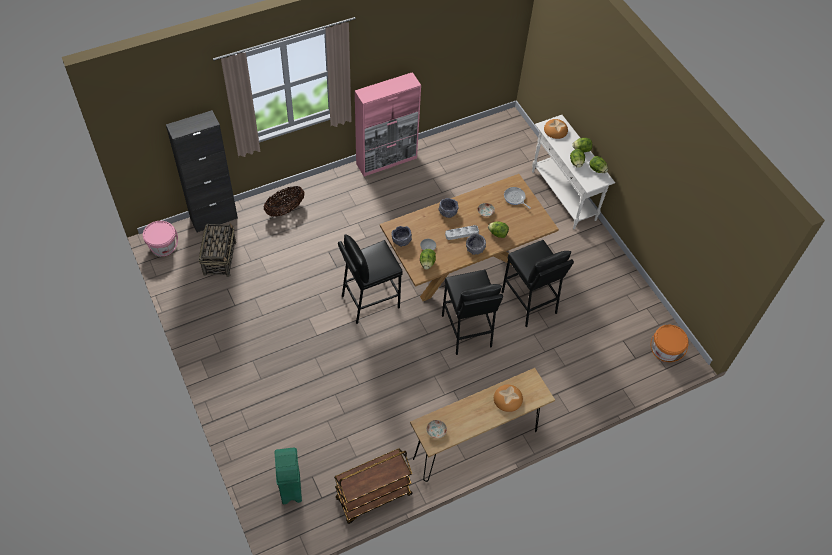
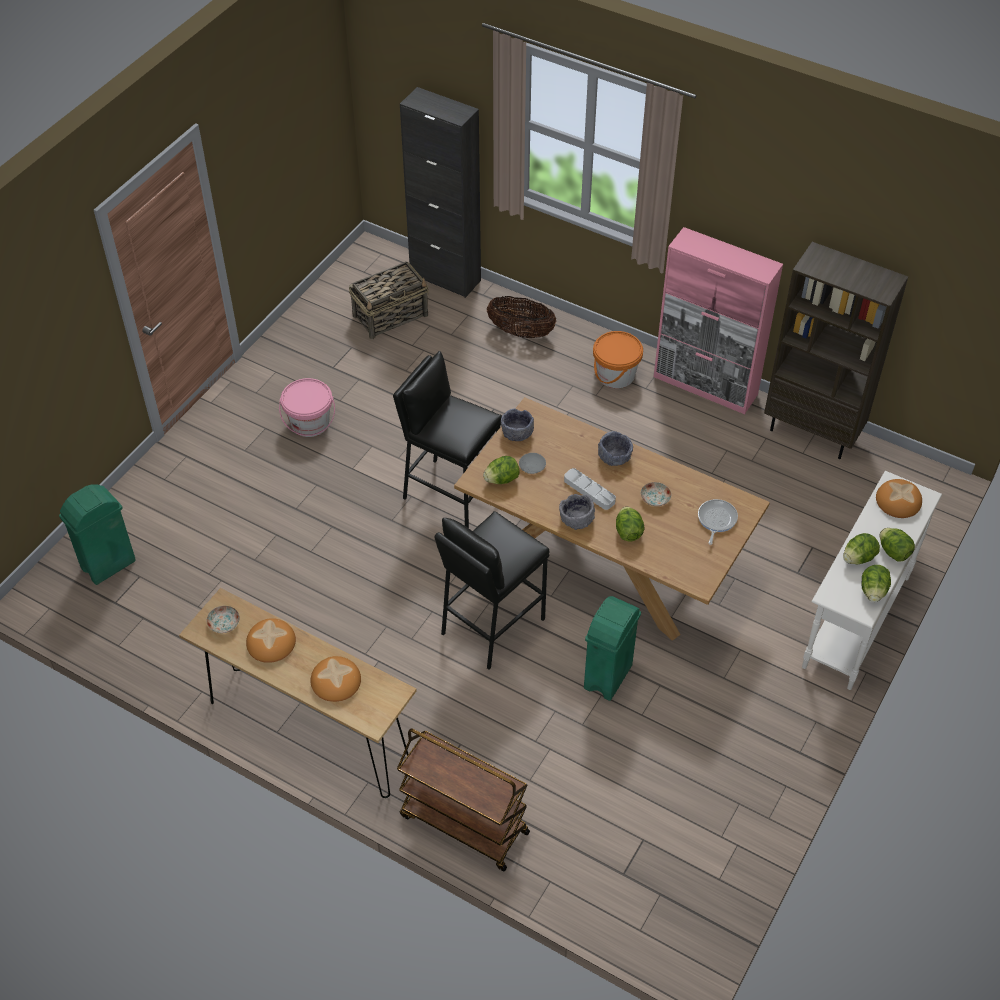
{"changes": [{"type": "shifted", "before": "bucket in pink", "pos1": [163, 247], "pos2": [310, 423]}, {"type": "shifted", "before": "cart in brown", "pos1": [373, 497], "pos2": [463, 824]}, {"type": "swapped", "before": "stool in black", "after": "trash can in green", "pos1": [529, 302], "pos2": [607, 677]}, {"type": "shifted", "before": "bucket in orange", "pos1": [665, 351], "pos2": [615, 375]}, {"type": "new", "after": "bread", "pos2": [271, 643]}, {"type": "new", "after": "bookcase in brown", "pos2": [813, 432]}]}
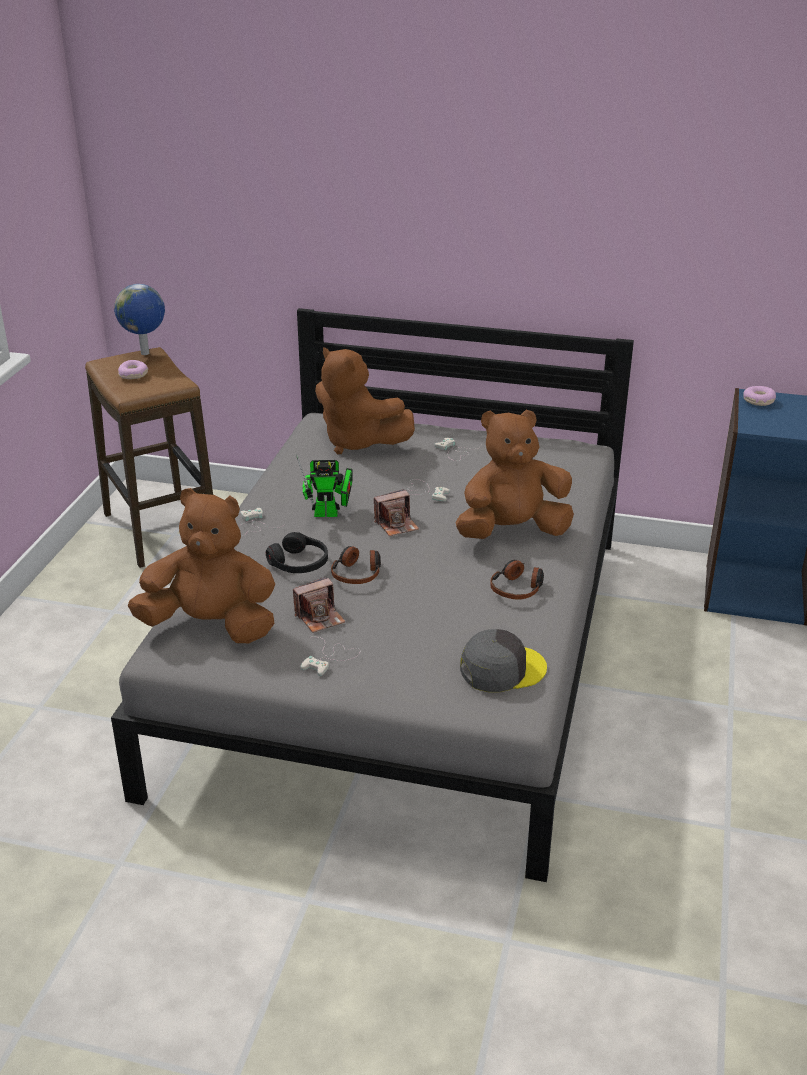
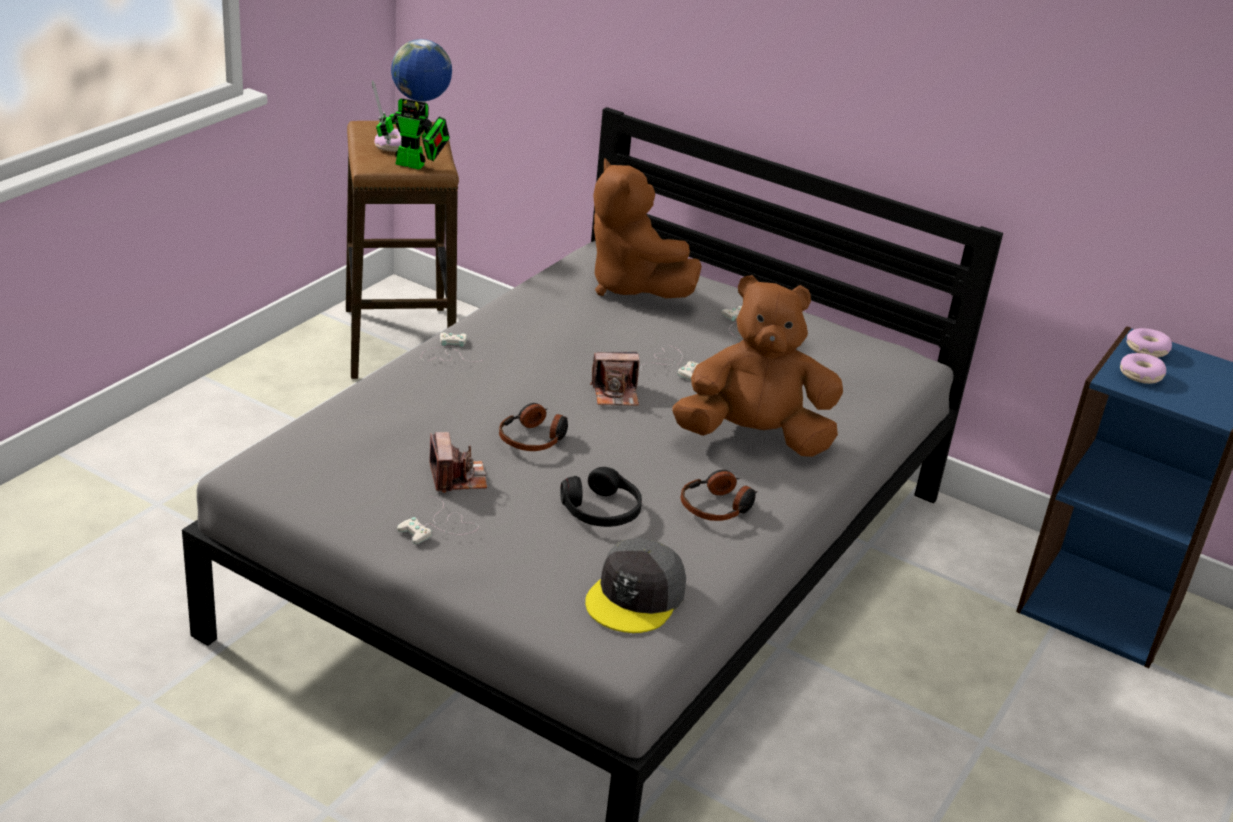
{"changes": [{"type": "gone", "before": "plush toy in brown", "pos1": [211, 626]}, {"type": "shifted", "before": "headphones in black", "pos1": [299, 563], "pos2": [601, 510]}, {"type": "rotated", "before": "photo camera", "pos1": [320, 617], "pos2": [457, 477], "turn": -90}, {"type": "shifted", "before": "toy robot", "pos1": [330, 514], "pos2": [414, 165]}, {"type": "rotated", "before": "cap in grey", "pos1": [502, 669], "pos2": [636, 597], "turn": 120}, {"type": "new", "after": "donut", "pos2": [1140, 375]}]}
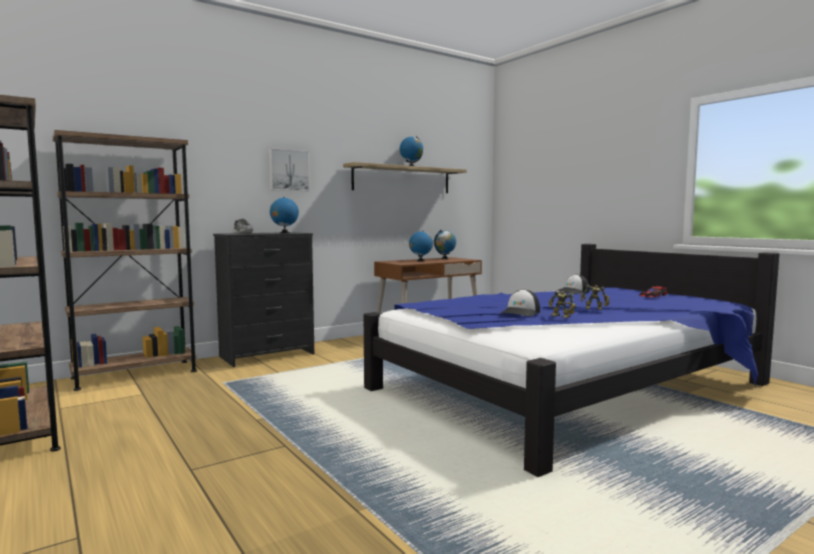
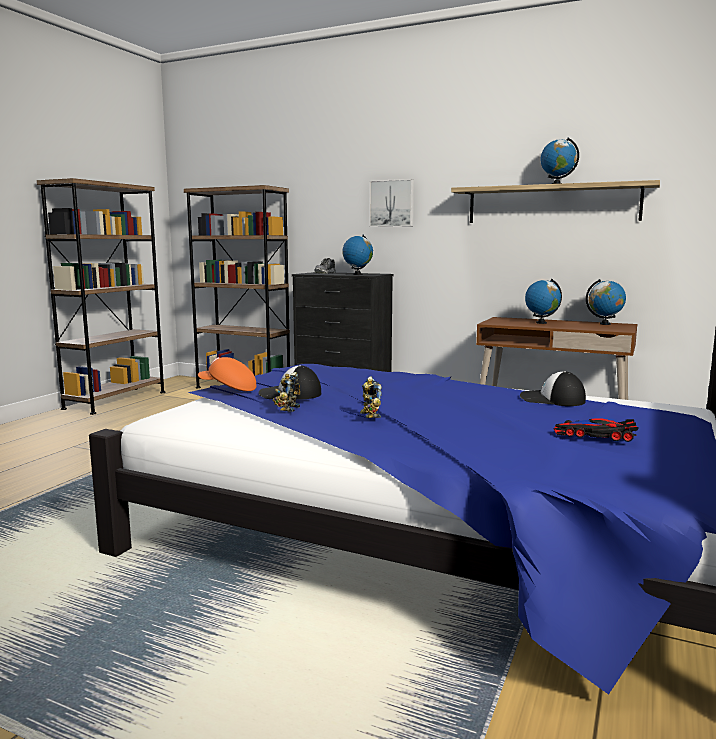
{"changes": [{"type": "new", "after": "cap in orange", "pos2": [228, 389]}]}
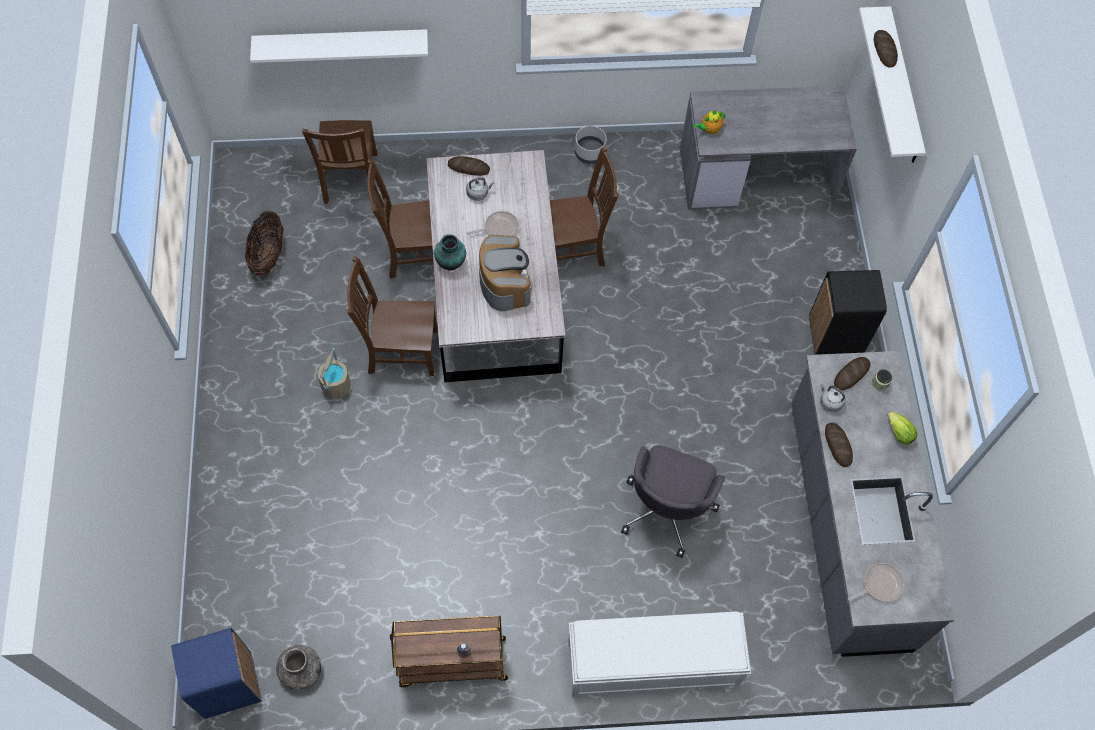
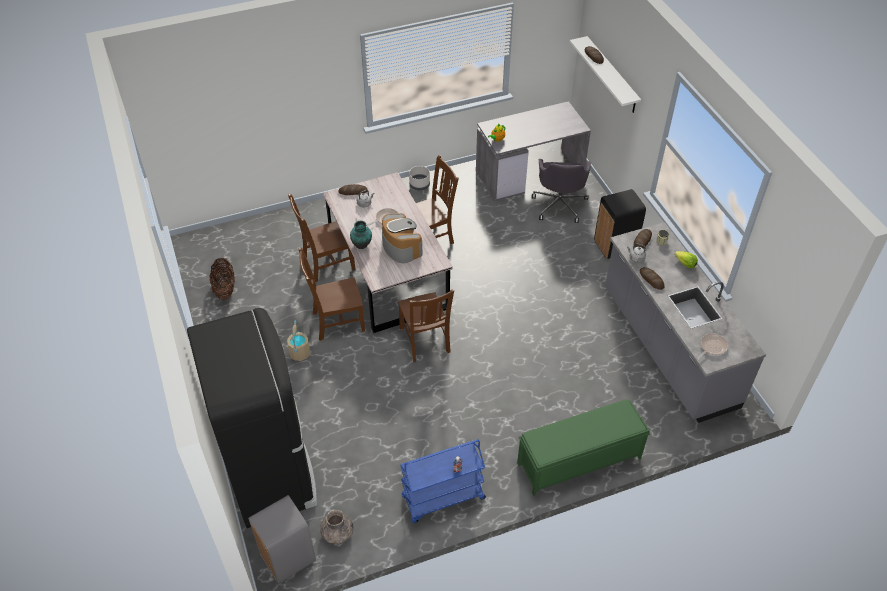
{"changes": [{"type": "repainted", "before": "trash can in blue", "after": "trash can in grey", "pos1": [228, 685], "pos2": [287, 558]}, {"type": "gone", "before": "shelf in white", "pos1": [341, 43]}, {"type": "shifted", "before": "chair in brown", "pos1": [350, 180], "pos2": [425, 341]}, {"type": "repainted", "before": "cart in brown", "after": "cart in blue", "pos1": [451, 662], "pos2": [442, 498]}, {"type": "repainted", "before": "bench in white", "after": "bench in green", "pos1": [651, 664], "pos2": [578, 461]}, {"type": "shifted", "before": "office chair in grey", "pos1": [667, 508], "pos2": [559, 204]}, {"type": "new", "after": "fridge in black", "pos2": [271, 471]}]}
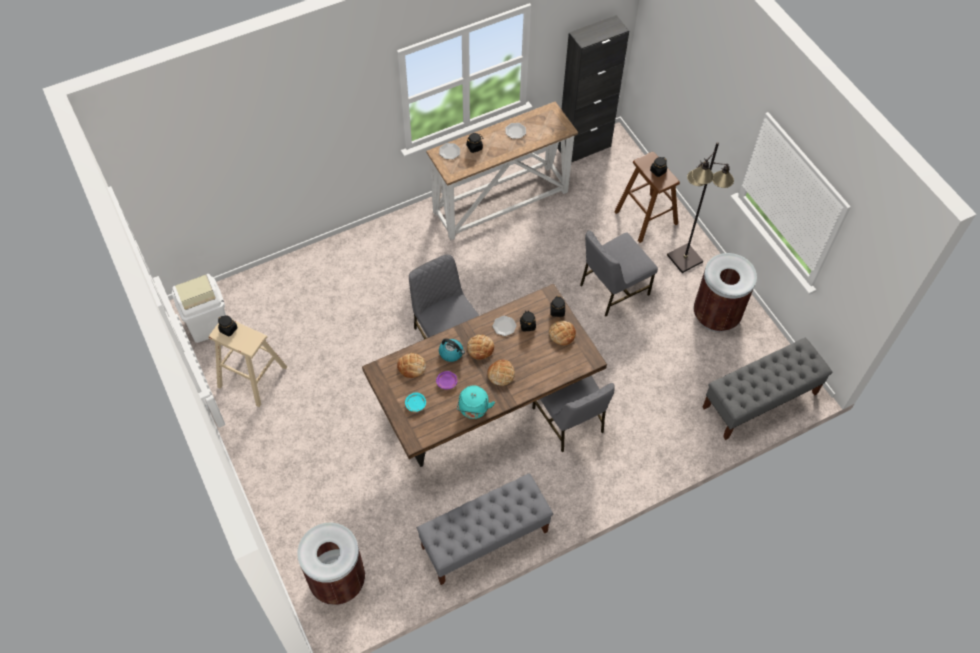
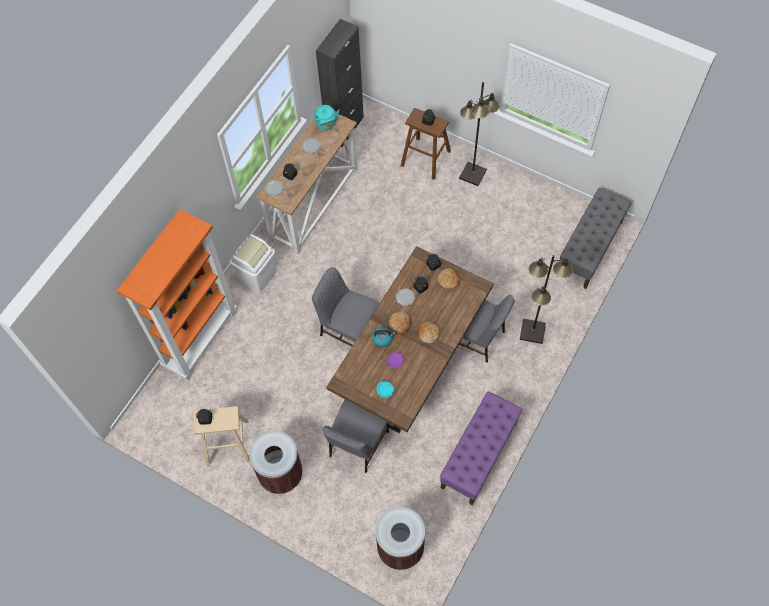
{"changes": [{"type": "shifted", "before": "trash can in white", "pos1": [208, 323], "pos2": [257, 275]}, {"type": "gone", "before": "bread", "pos1": [411, 367]}, {"type": "repainted", "before": "bench in grey", "after": "bench in purple", "pos1": [484, 539], "pos2": [478, 455]}, {"type": "shifted", "before": "kettle in turquoise", "pos1": [473, 410], "pos2": [326, 124]}, {"type": "shifted", "before": "chair in grey", "pos1": [612, 289], "pos2": [357, 444]}, {"type": "shifted", "before": "trash can in brown", "pos1": [716, 315], "pos2": [280, 474]}, {"type": "new", "after": "bookcase in orange", "pos2": [200, 338]}, {"type": "new", "after": "floor lamp in black", "pos2": [533, 332]}]}
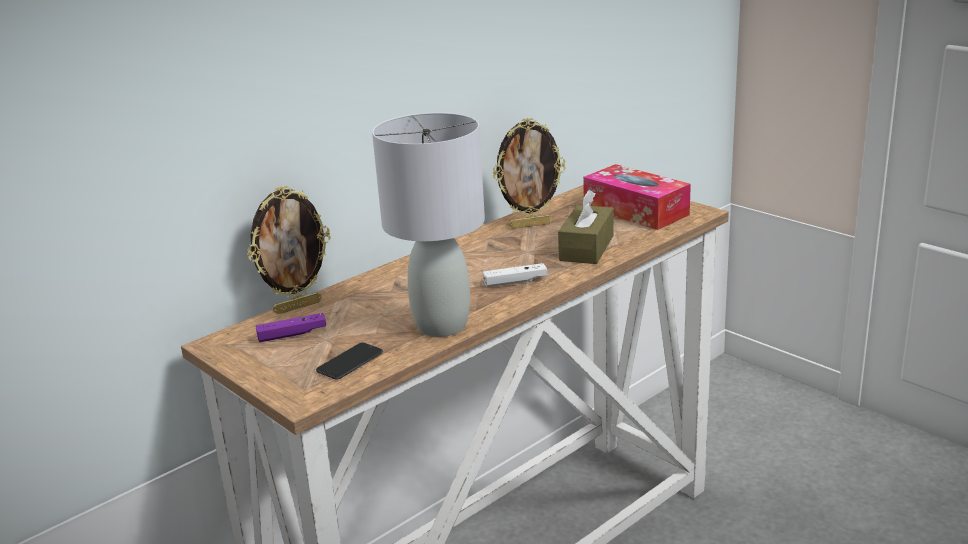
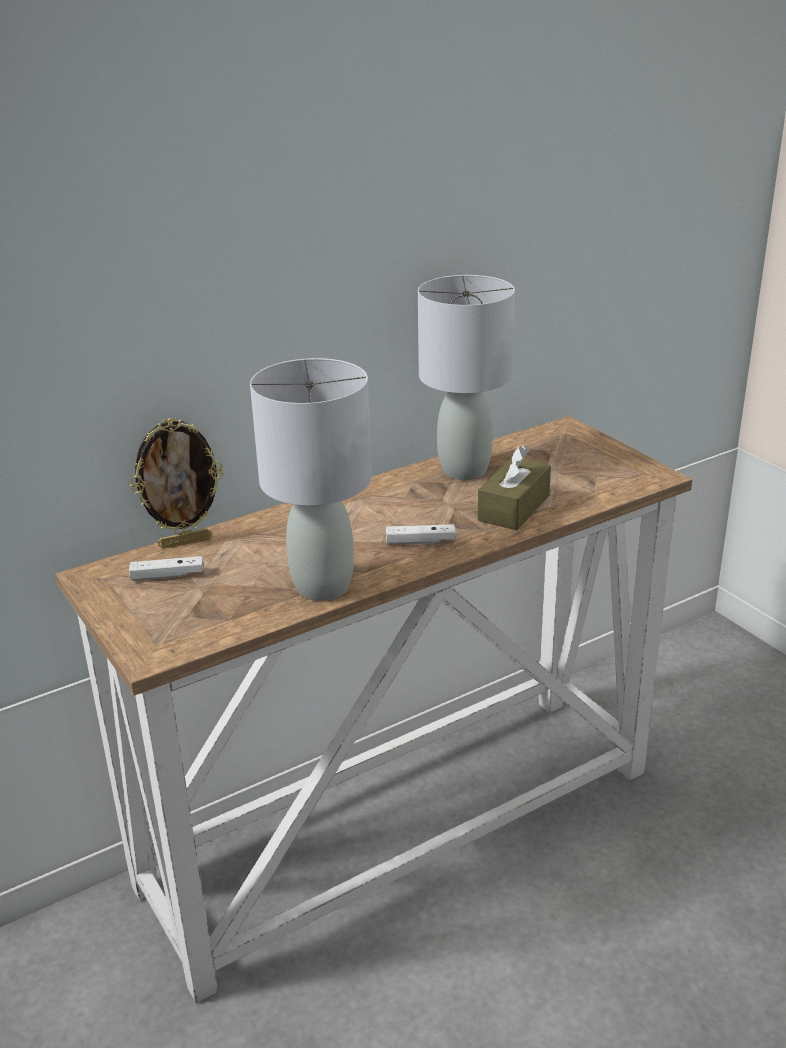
{"changes": [{"type": "repainted", "before": "game controller in purple", "after": "game controller in white", "pos1": [292, 334], "pos2": [167, 576]}, {"type": "gone", "before": "phone", "pos1": [350, 362]}, {"type": "swapped", "before": "picture frame", "after": "table lamp in grey", "pos1": [530, 225], "pos2": [465, 470]}, {"type": "gone", "before": "tissue box", "pos1": [635, 211]}]}
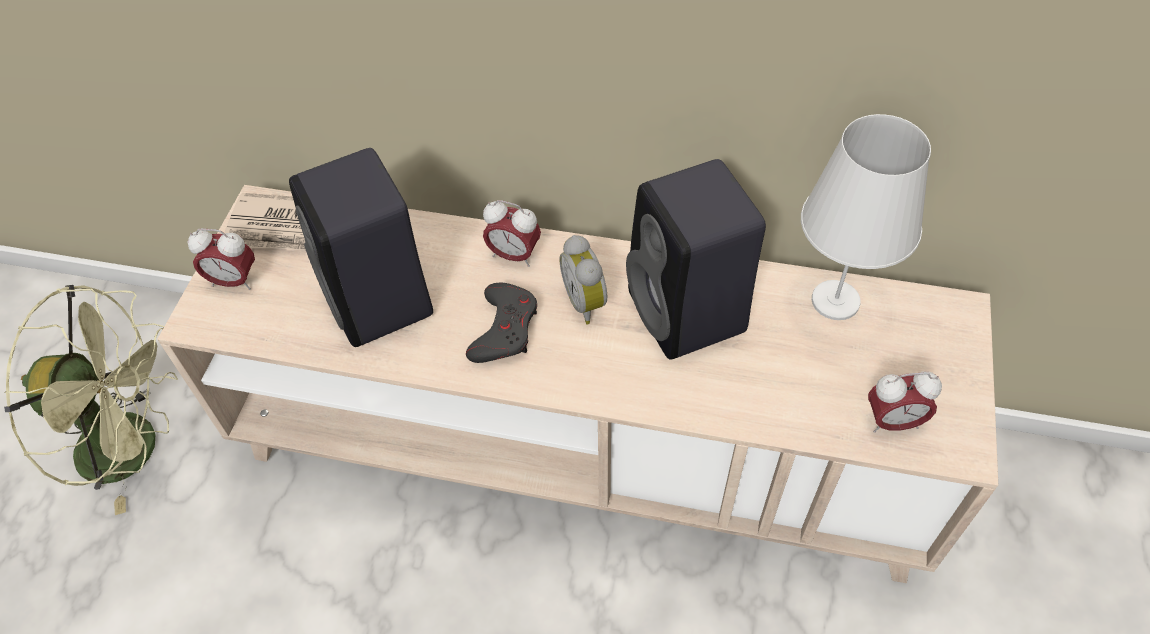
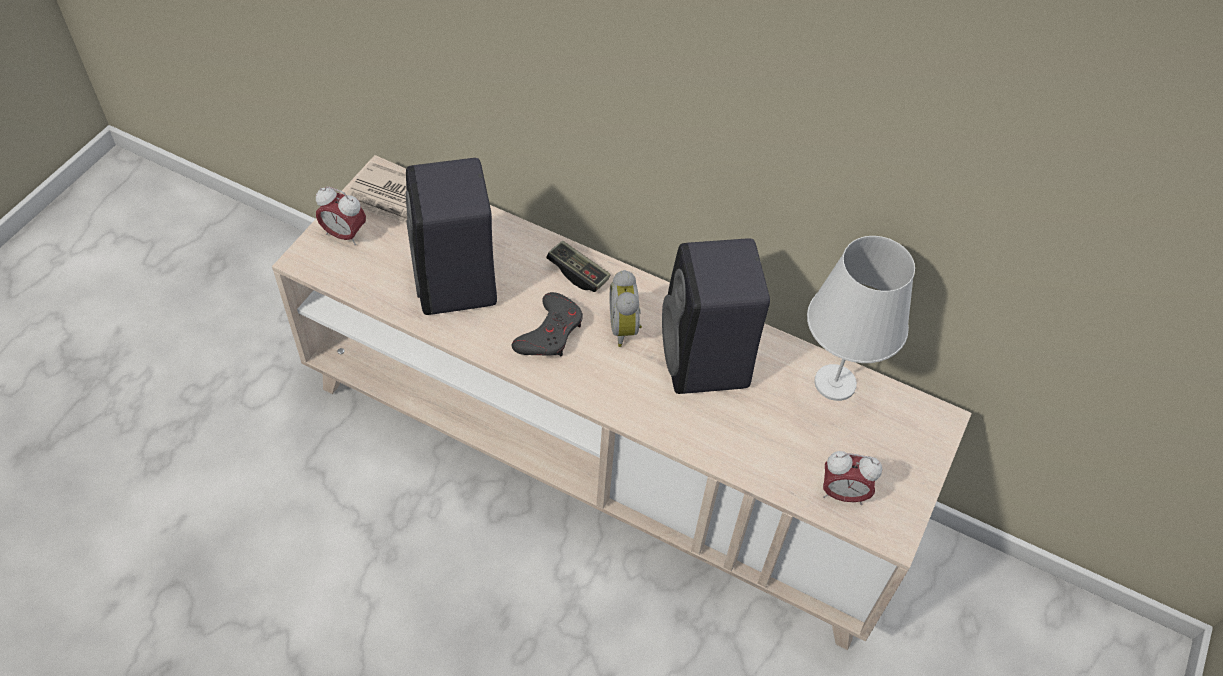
{"changes": [{"type": "gone", "before": "fan in green", "pos1": [136, 446]}, {"type": "swapped", "before": "alarm clock", "after": "game controller", "pos1": [514, 255], "pos2": [578, 273]}]}
